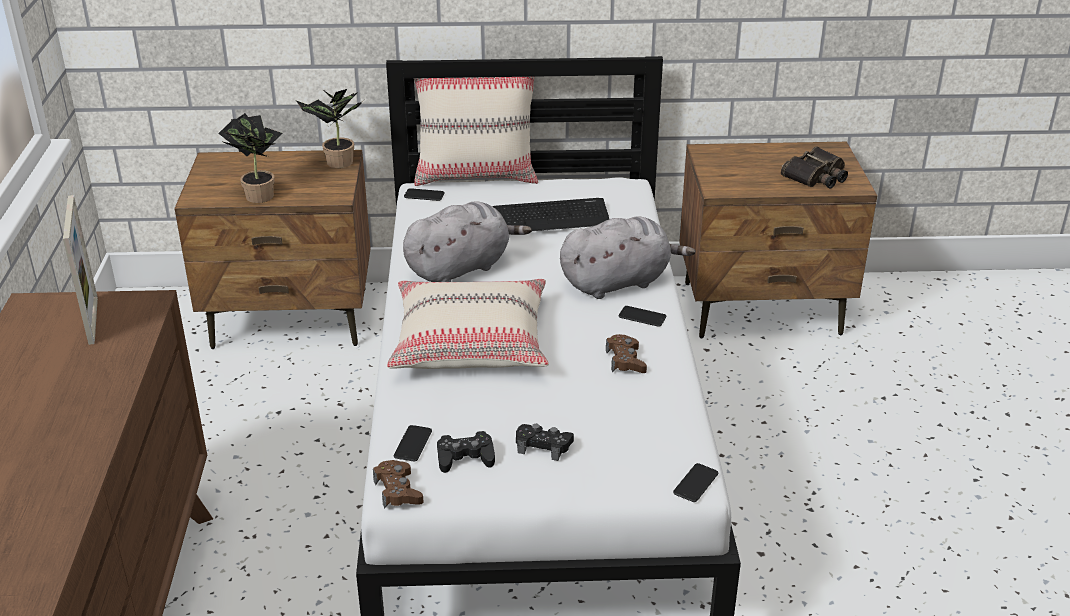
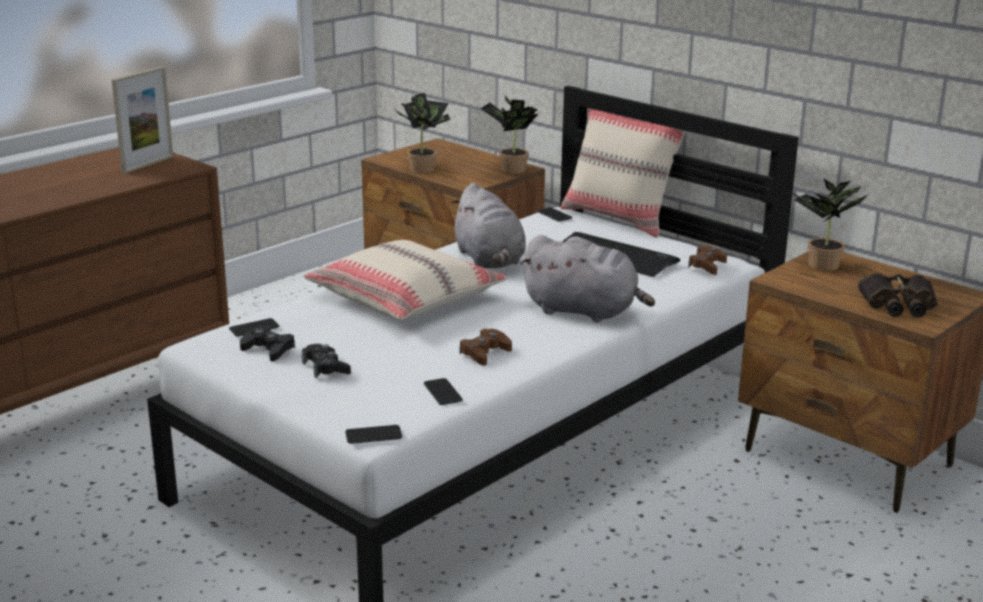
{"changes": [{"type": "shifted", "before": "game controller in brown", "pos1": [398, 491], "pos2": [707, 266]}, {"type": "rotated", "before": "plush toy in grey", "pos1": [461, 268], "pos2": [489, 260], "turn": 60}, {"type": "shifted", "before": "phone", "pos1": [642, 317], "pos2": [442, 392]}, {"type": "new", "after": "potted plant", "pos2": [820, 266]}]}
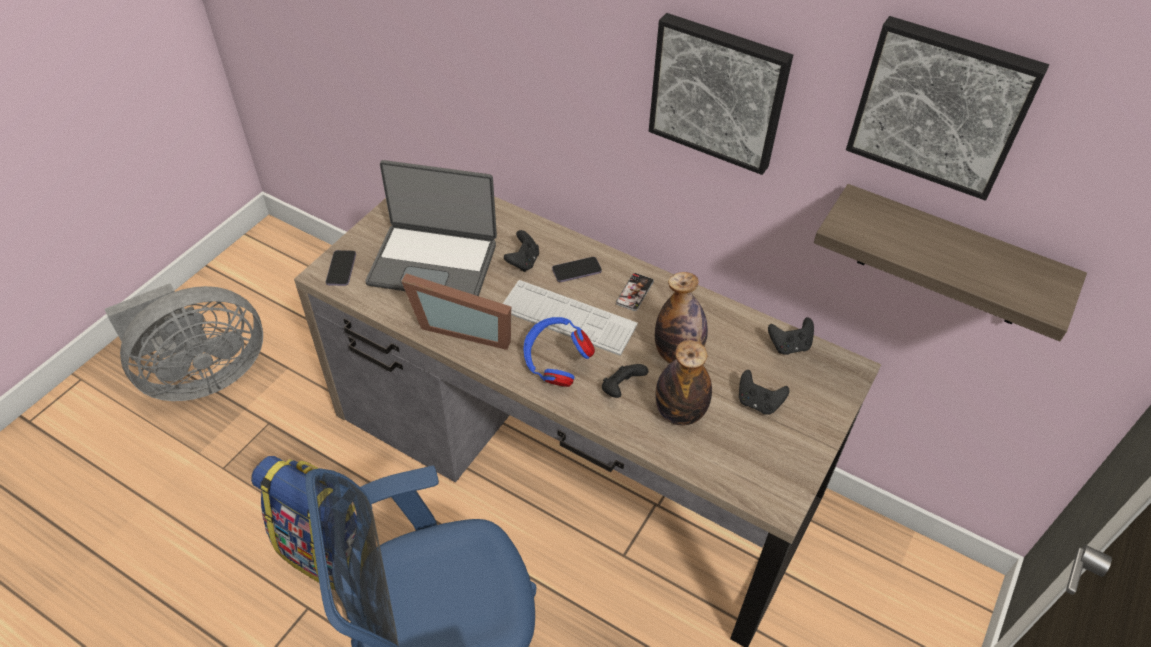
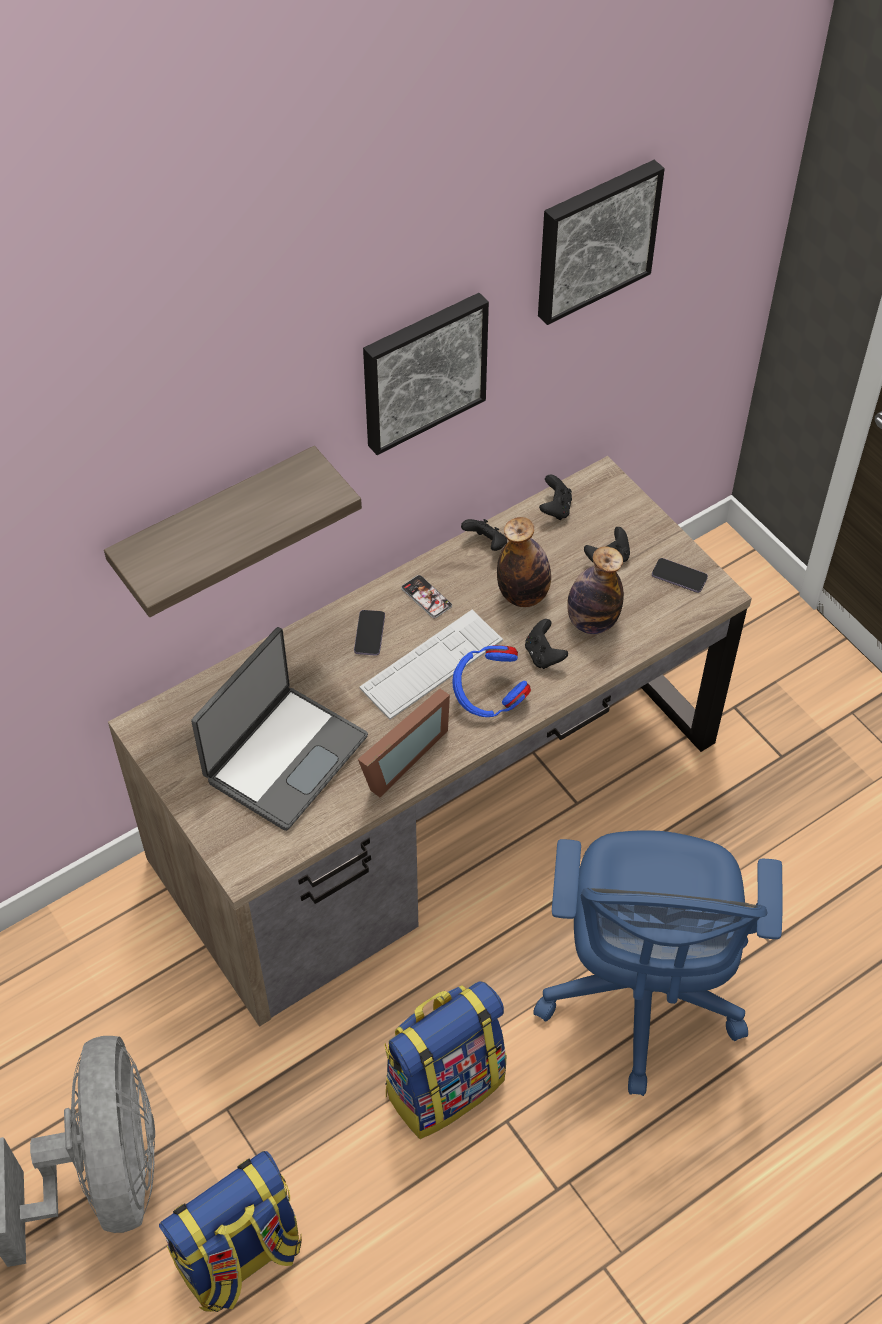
{"changes": [{"type": "shifted", "before": "phone", "pos1": [341, 269], "pos2": [679, 576]}, {"type": "shifted", "before": "game controller in black", "pos1": [523, 261], "pos2": [486, 544]}, {"type": "shifted", "before": "shelf", "pos1": [947, 259], "pos2": [216, 527]}, {"type": "new", "after": "backpack", "pos2": [239, 1257]}]}
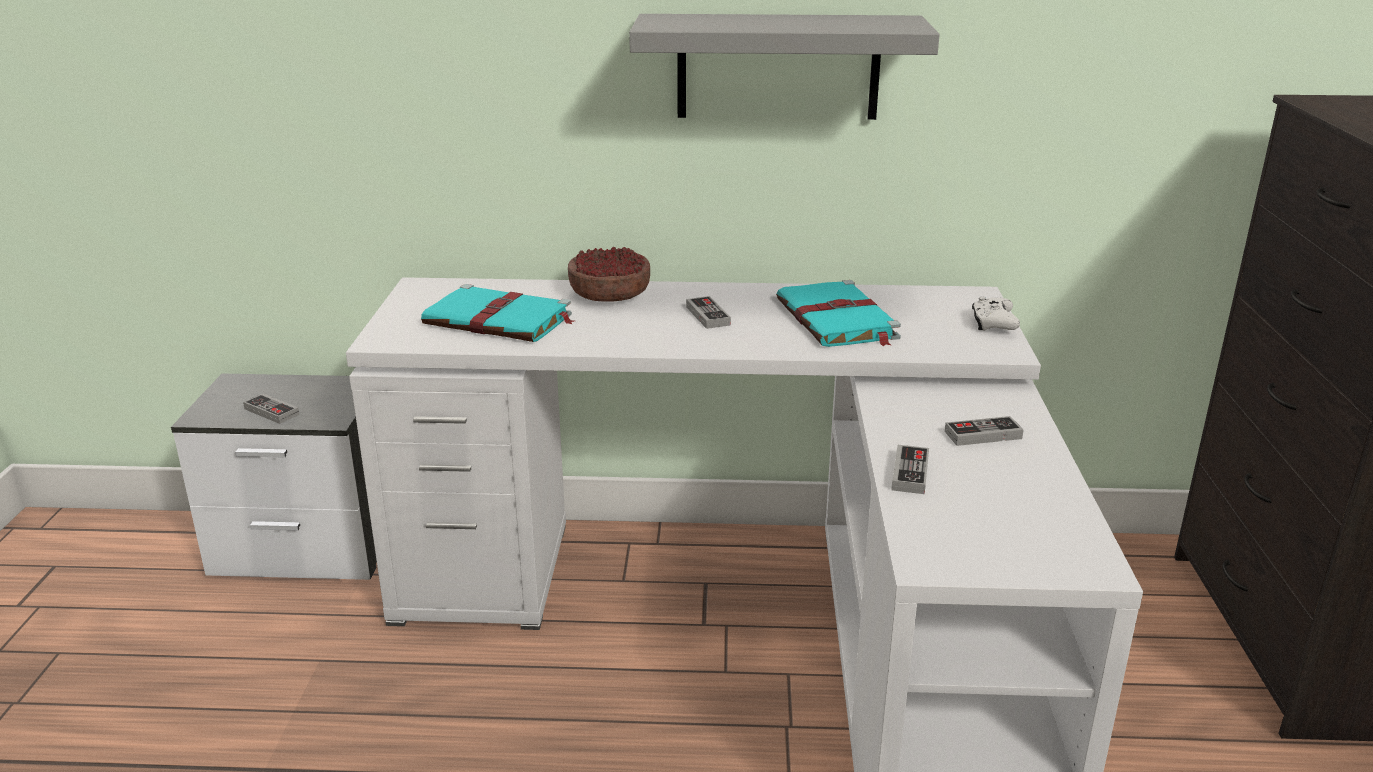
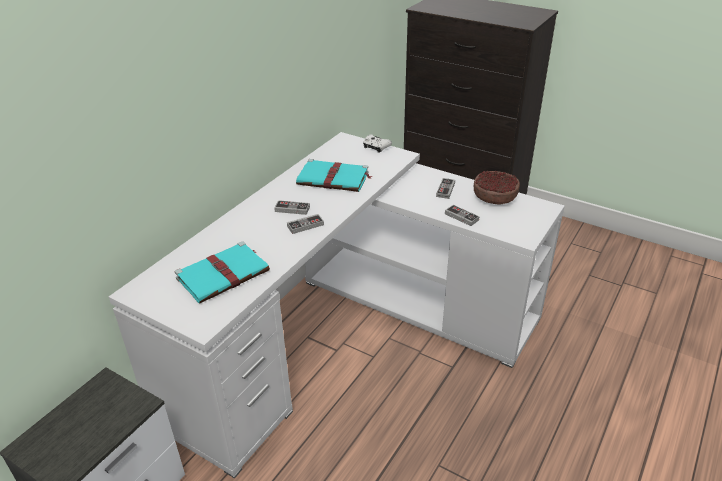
{"changes": [{"type": "shifted", "before": "game controller", "pos1": [271, 412], "pos2": [305, 225]}, {"type": "shifted", "before": "bowl", "pos1": [610, 295], "pos2": [494, 197]}, {"type": "gone", "before": "shelf in grey", "pos1": [778, 67]}]}
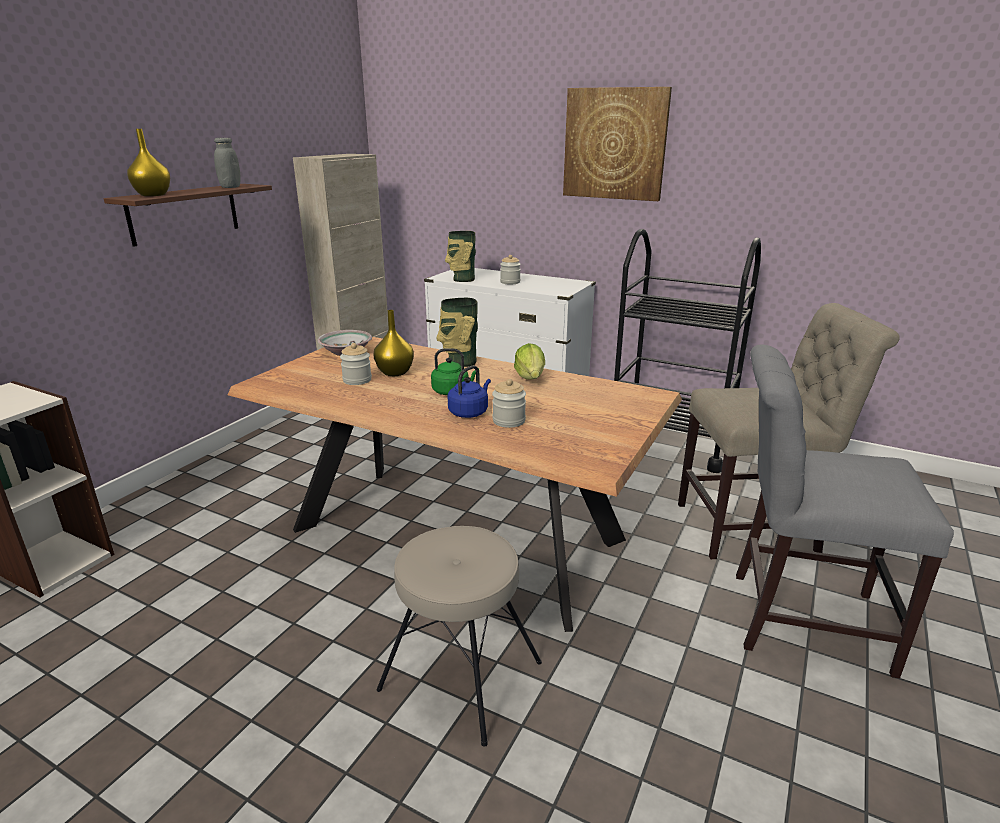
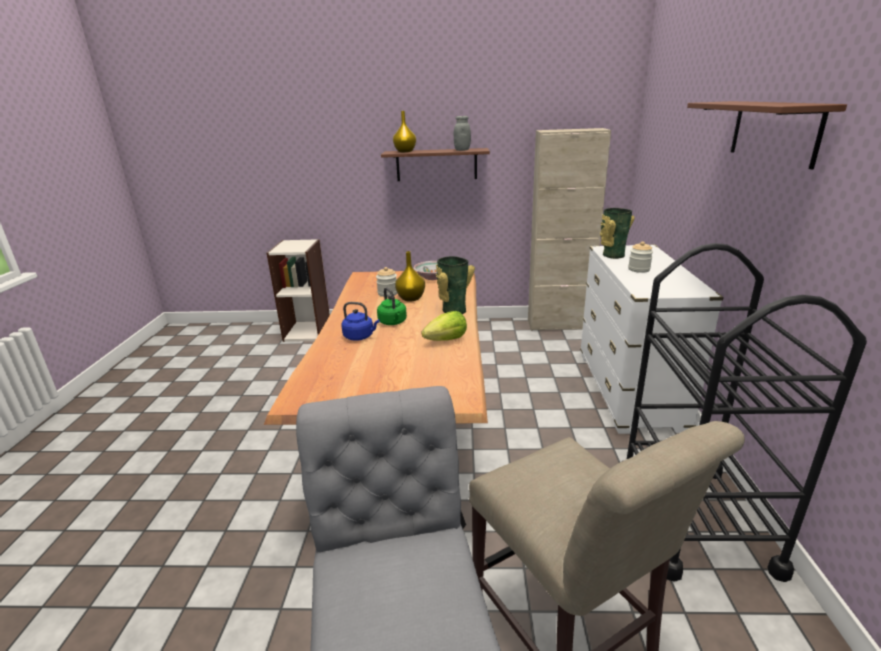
{"changes": [{"type": "gone", "before": "stool in beige", "pos1": [460, 677]}, {"type": "gone", "before": "jar", "pos1": [509, 421]}, {"type": "swapped", "before": "picture", "after": "shelf in brown", "pos1": [615, 144], "pos2": [774, 131]}]}
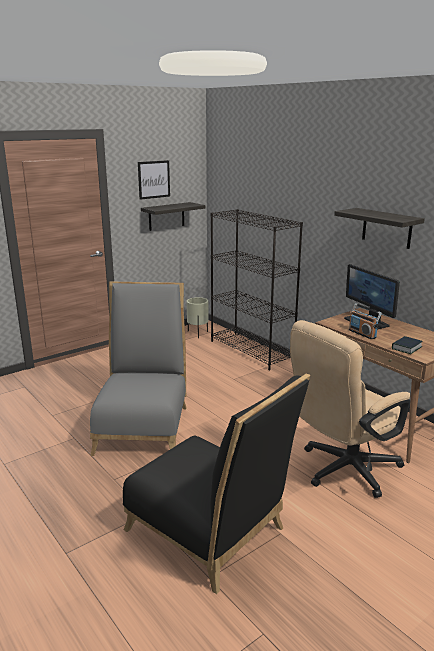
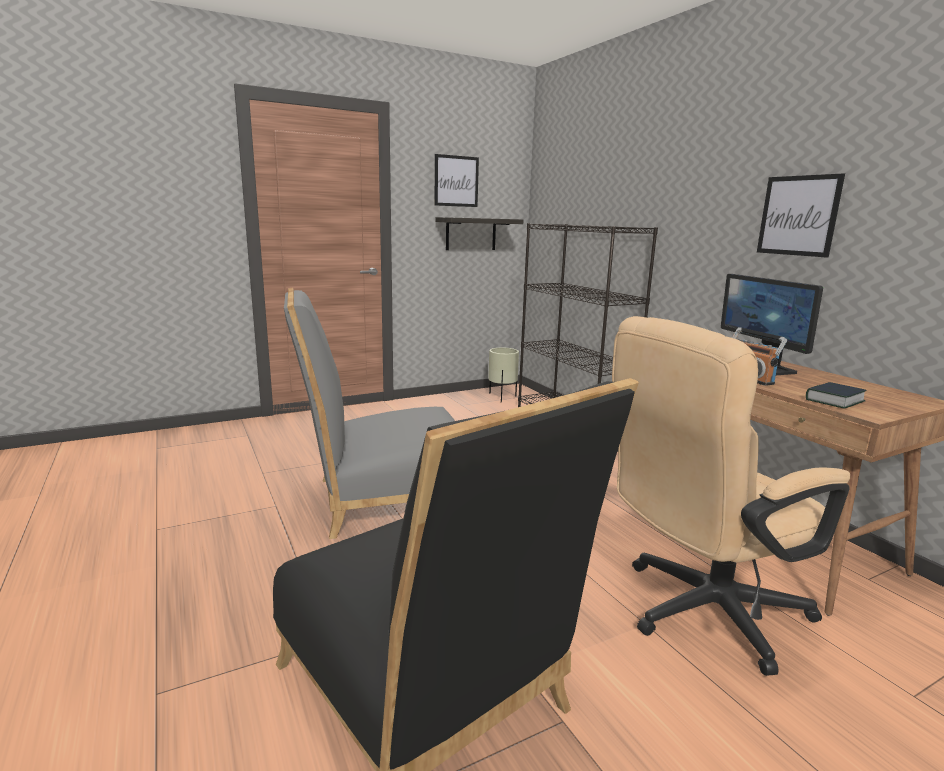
{"changes": [{"type": "rotated", "before": "chair in grey", "pos1": [144, 425], "pos2": [384, 499], "turn": -120}, {"type": "swapped", "before": "shelf", "after": "picture", "pos1": [387, 228], "pos2": [798, 215]}]}
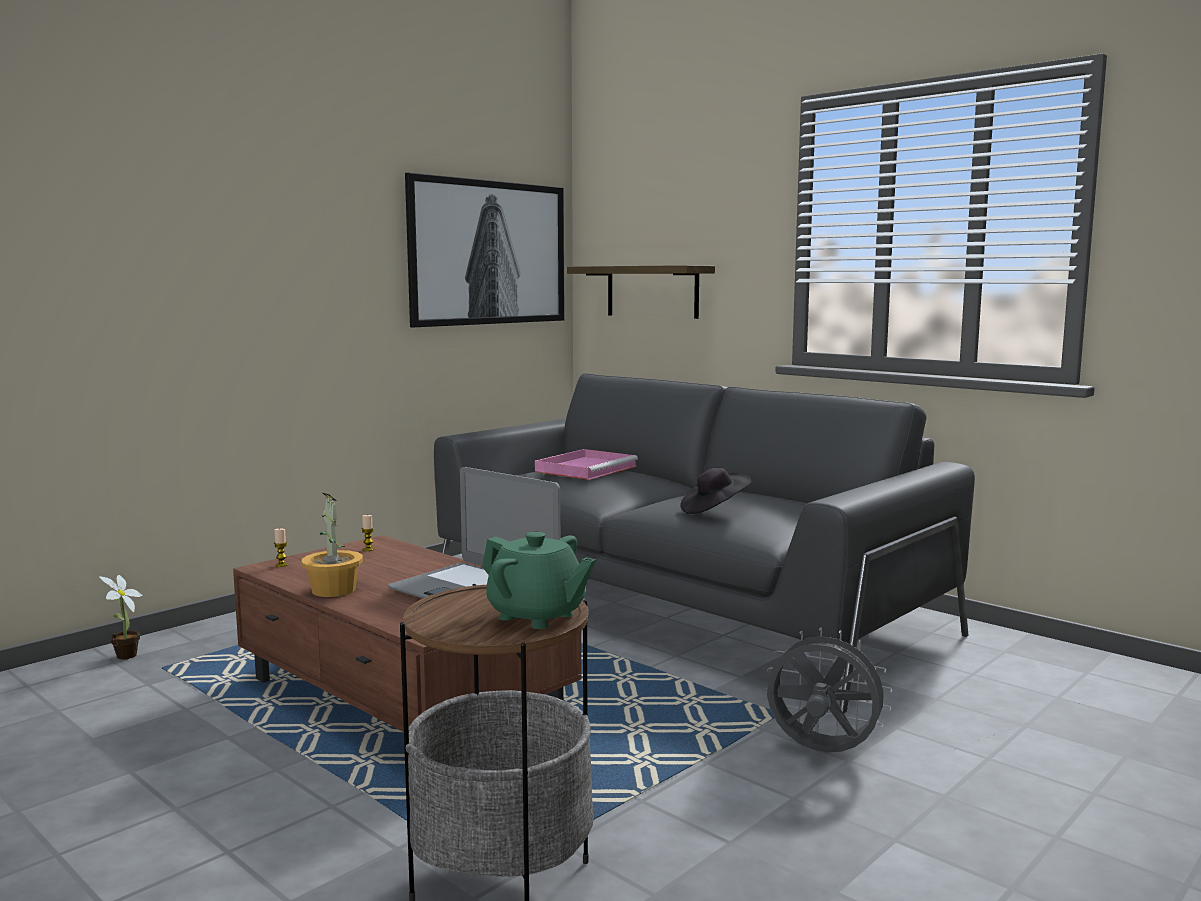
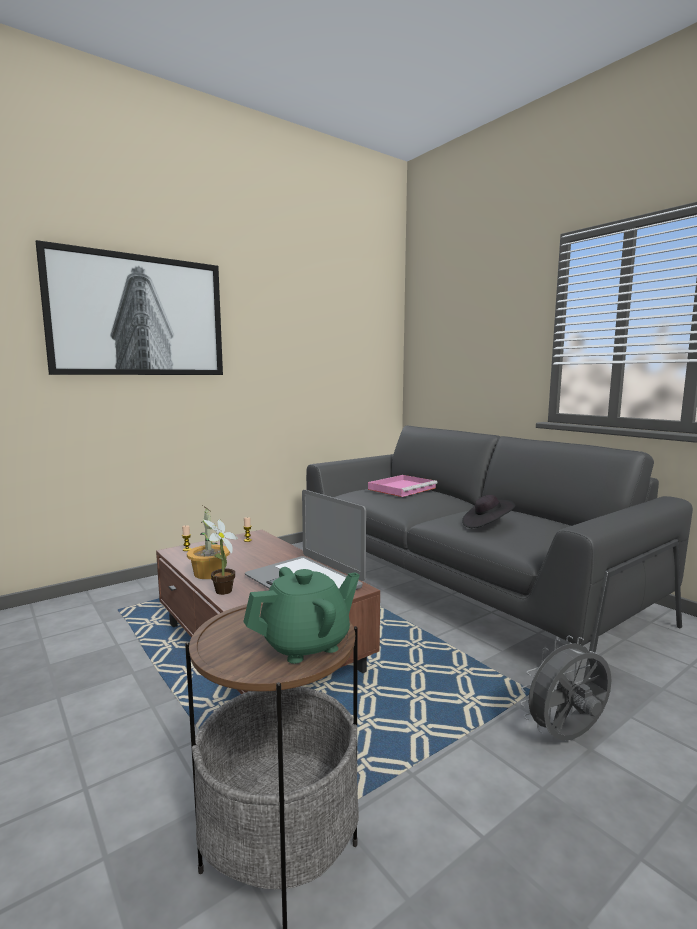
{"changes": [{"type": "shifted", "before": "potted plant", "pos1": [124, 657], "pos2": [221, 592]}, {"type": "shifted", "before": "picture", "pos1": [488, 253], "pos2": [139, 316]}, {"type": "rotated", "before": "teapot in green", "pos1": [537, 616], "pos2": [306, 644], "turn": -75}, {"type": "gone", "before": "shelf", "pos1": [652, 291]}, {"type": "rotated", "before": "fan in grey", "pos1": [821, 753], "pos2": [566, 737], "turn": -60}]}
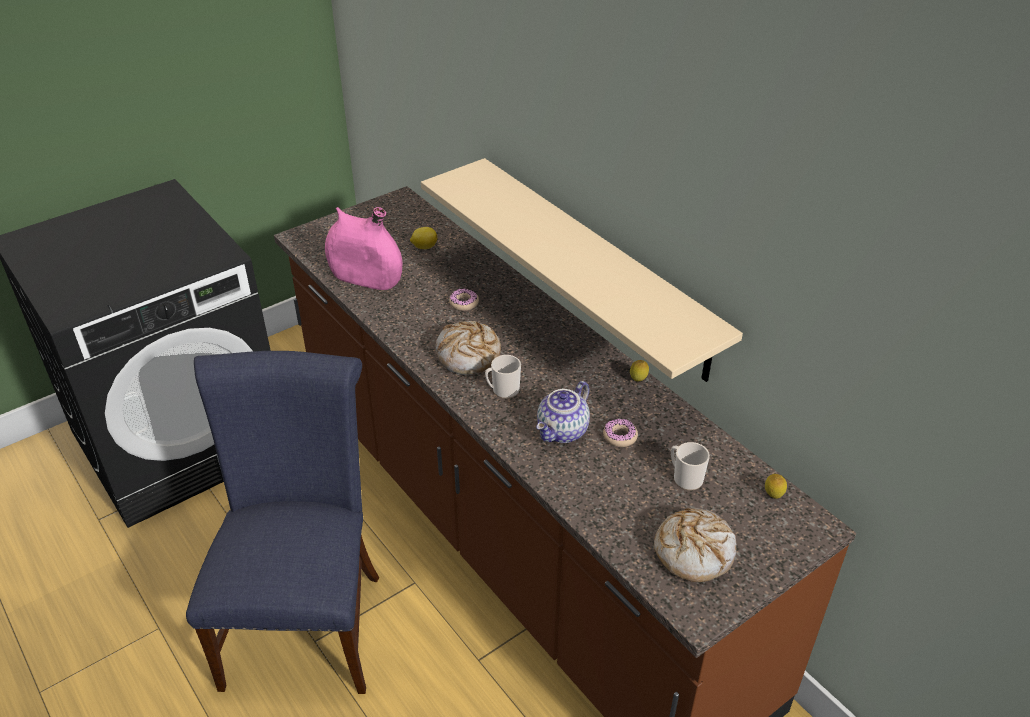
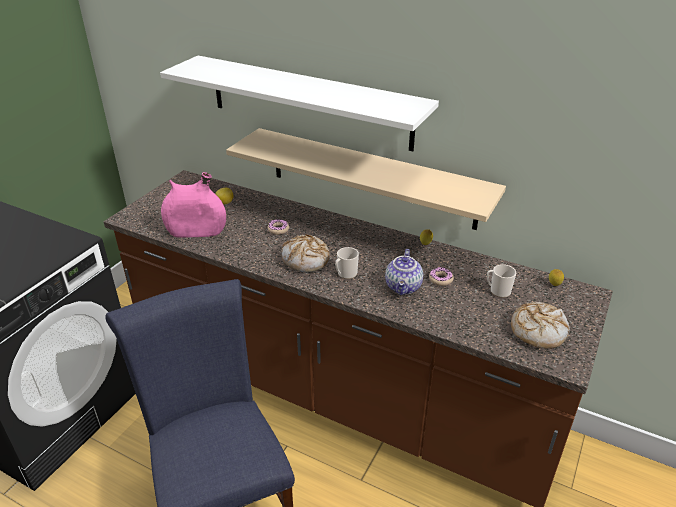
{"changes": [{"type": "new", "after": "shelf in white", "pos2": [308, 102]}]}
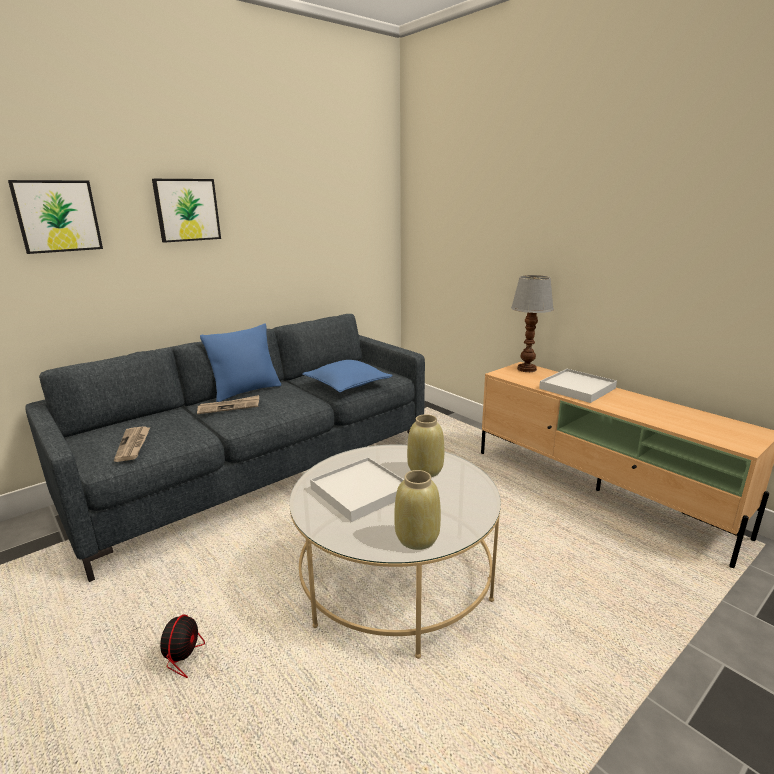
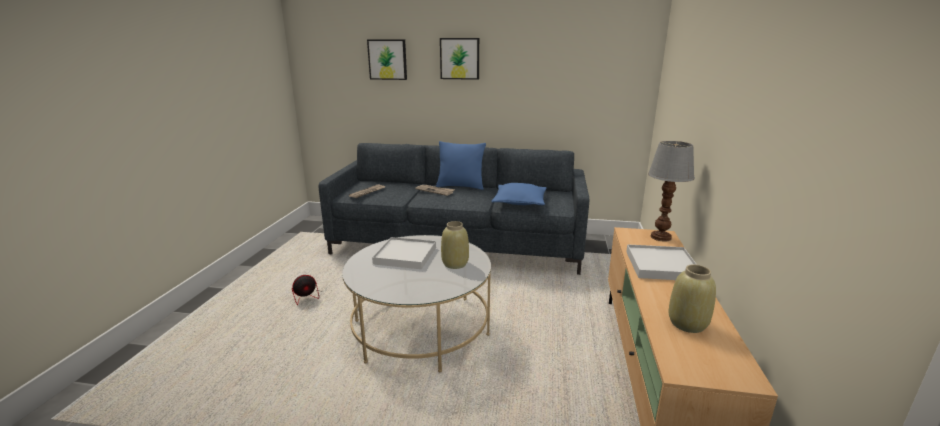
{"changes": [{"type": "shifted", "before": "vase in beige", "pos1": [417, 539], "pos2": [687, 324]}]}
